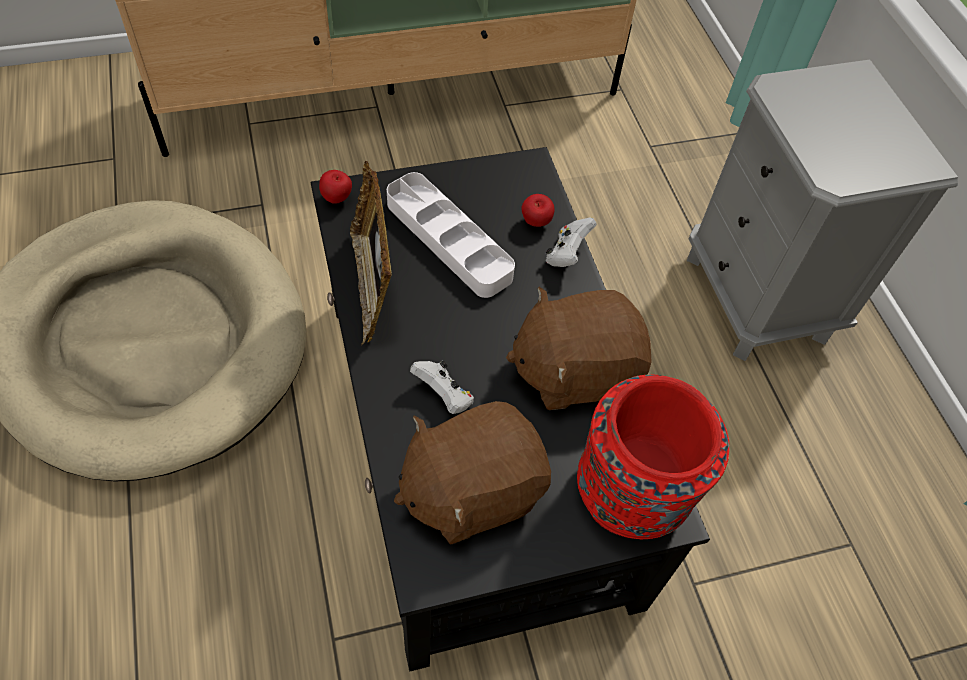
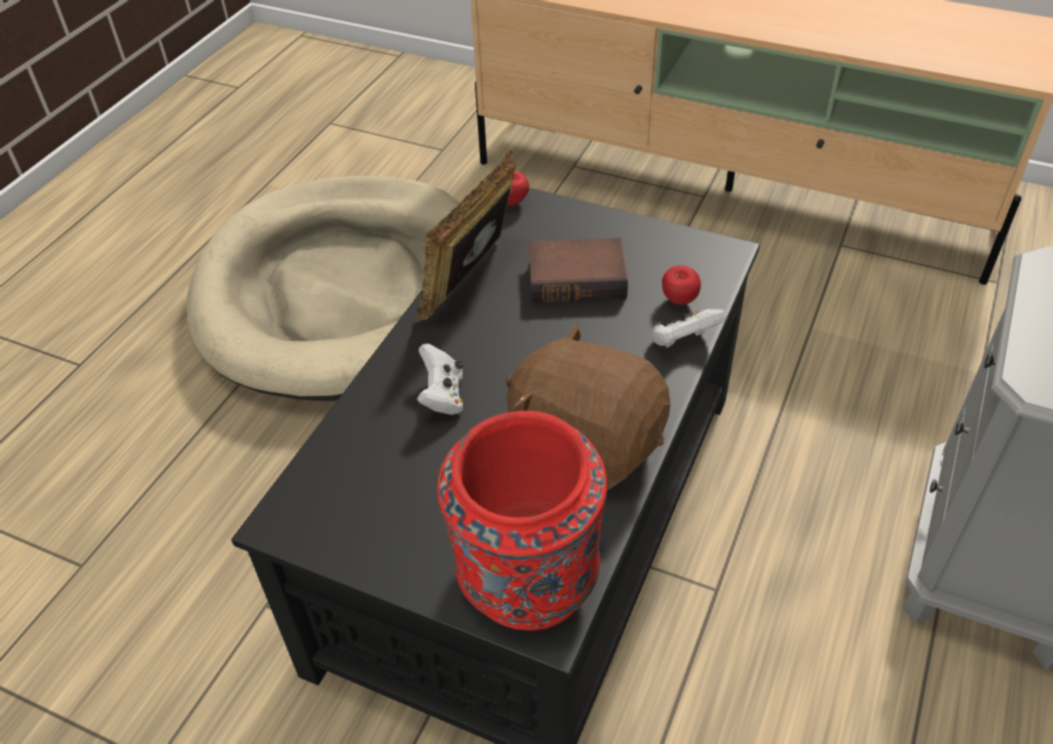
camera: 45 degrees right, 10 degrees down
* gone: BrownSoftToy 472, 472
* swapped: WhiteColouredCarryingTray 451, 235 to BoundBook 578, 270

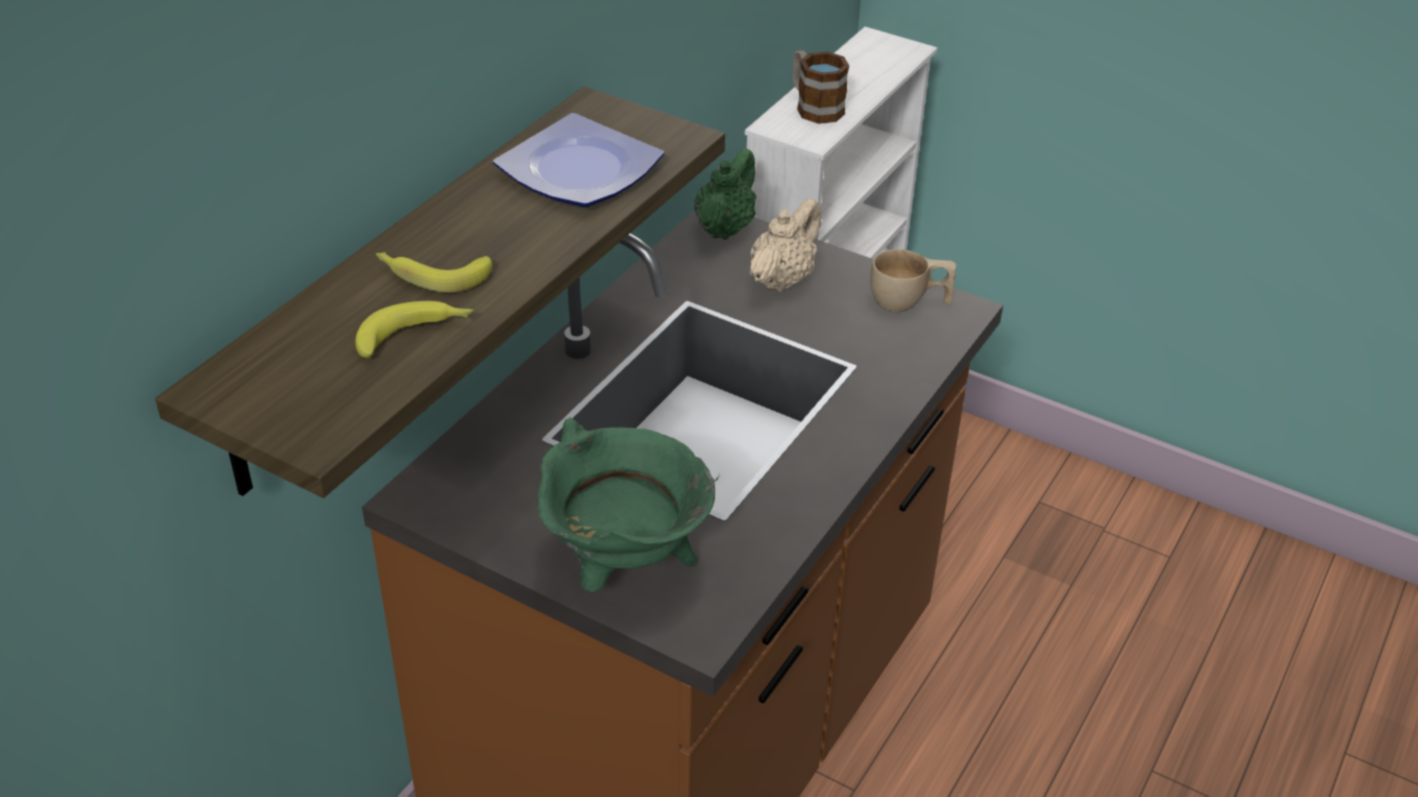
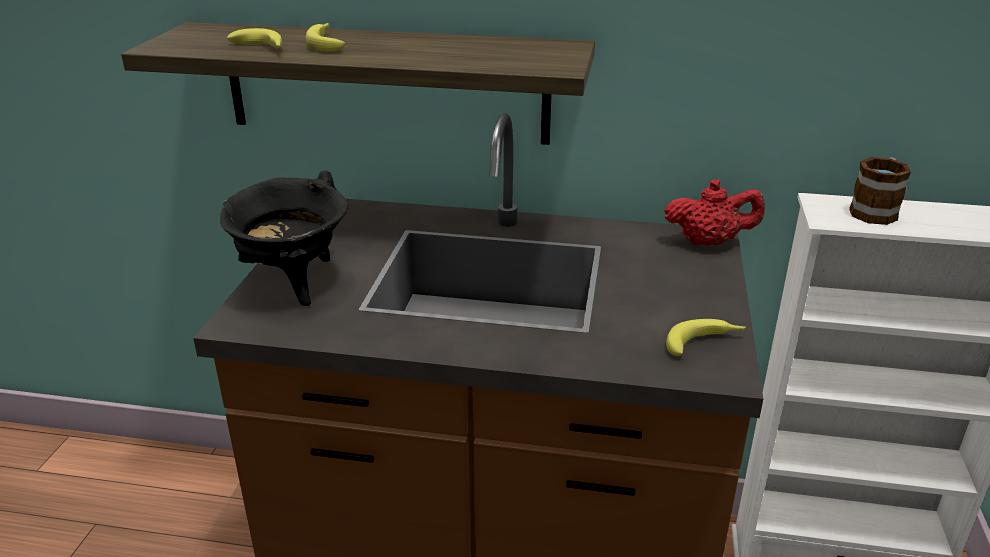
camera: 70 degrees right, 10 degrees down
* gone: Plate 578, 160
* gone: SandColouredPotForTea 785, 245
* swapped: SandColouredCup 913, 280 to WholeBanana 706, 337
* repainted: GreenColouredStockpot 626, 505 to BlackishStockpot 284, 238
* repainted: GreenColouredPotForTea 725, 194 to RedPotForTea 714, 212

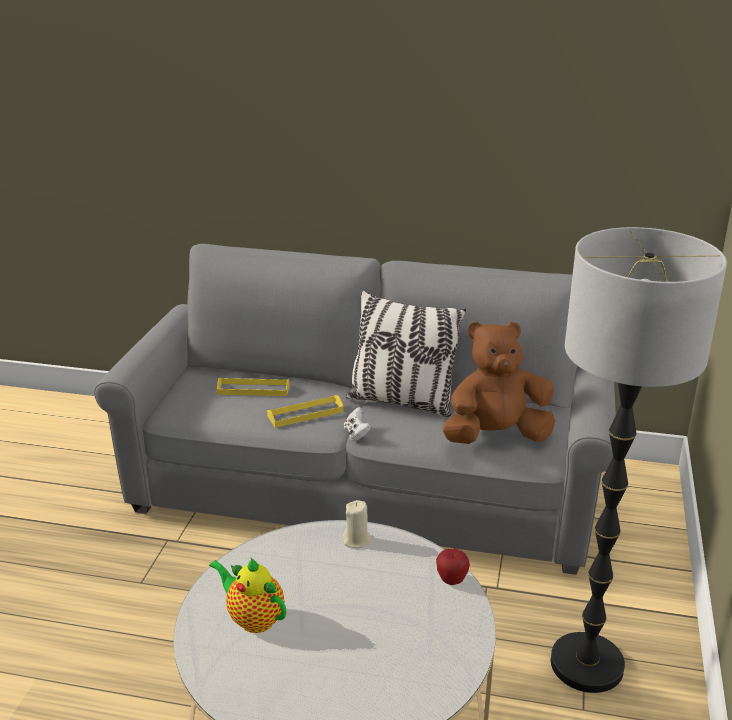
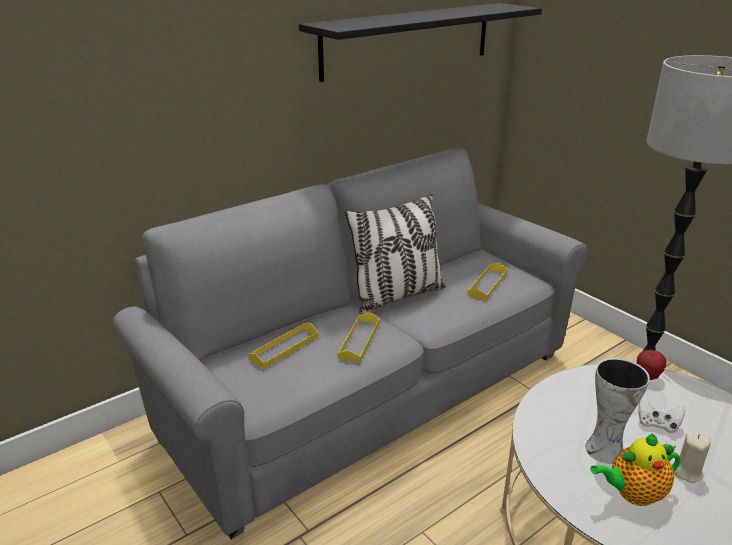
camera: 50 degrees left, 0 degrees up
* new: BlackishBracketShelf 420, 42
* new: DecorativeVase 617, 411
* shifted: SandColouredWaxLight 357, 524 to 692, 456
* shifted: WhiteColouredGameController 358, 424 to 661, 415
* swapped: BrownSoftToy 498, 382 to YellowColouredCarryingTray 487, 282

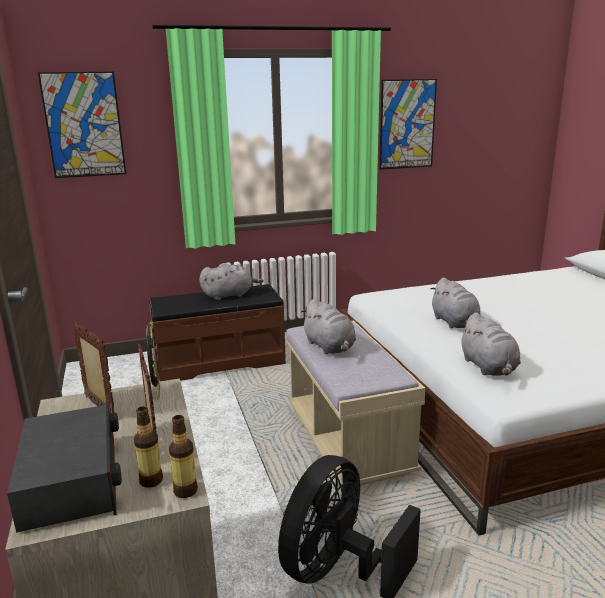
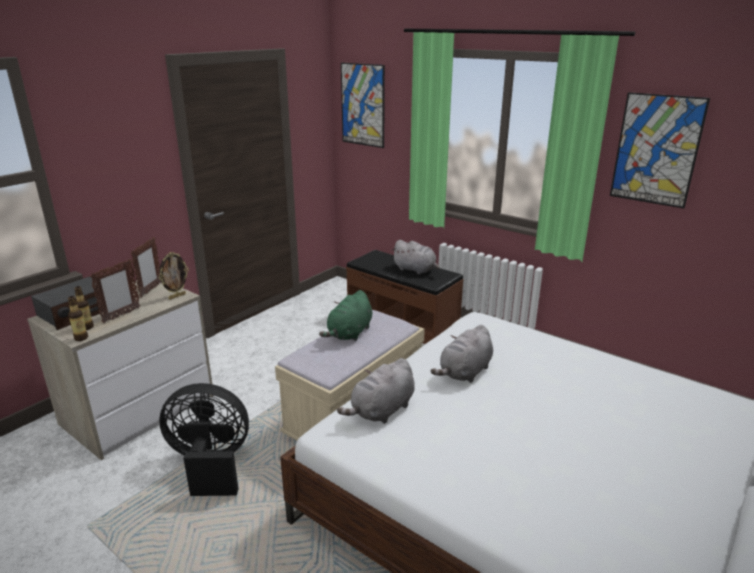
camera: 55 degrees right, 5 degrees up
* repainted: GreySoftToy 328, 326 to GreenColouredSoftToy 345, 315

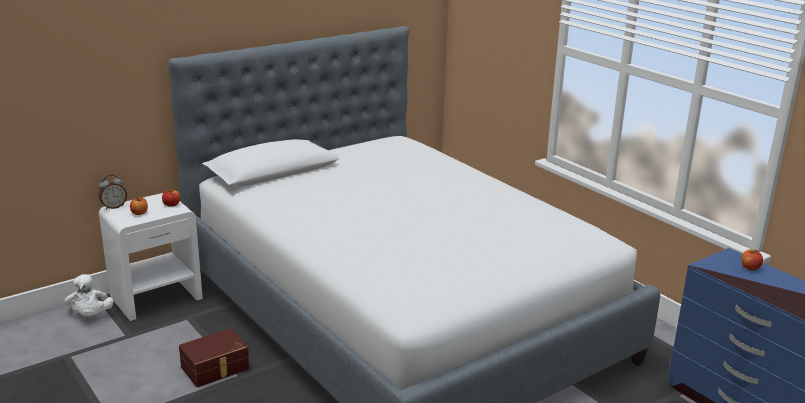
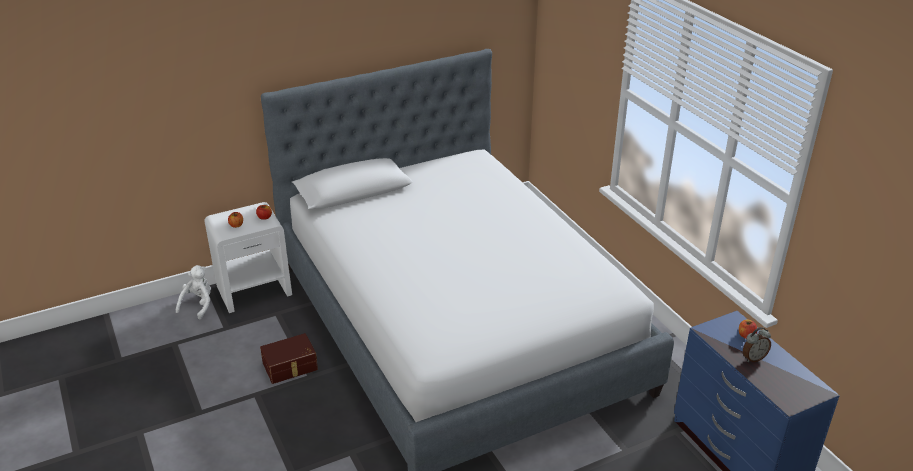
camera: 10 degrees right, 10 degrees up
* shifted: AlarmClock 113, 192 to 757, 344
* rotated: WhiteColouredSoftToy 89, 295 = 193, 292 150 degrees counterclockwise

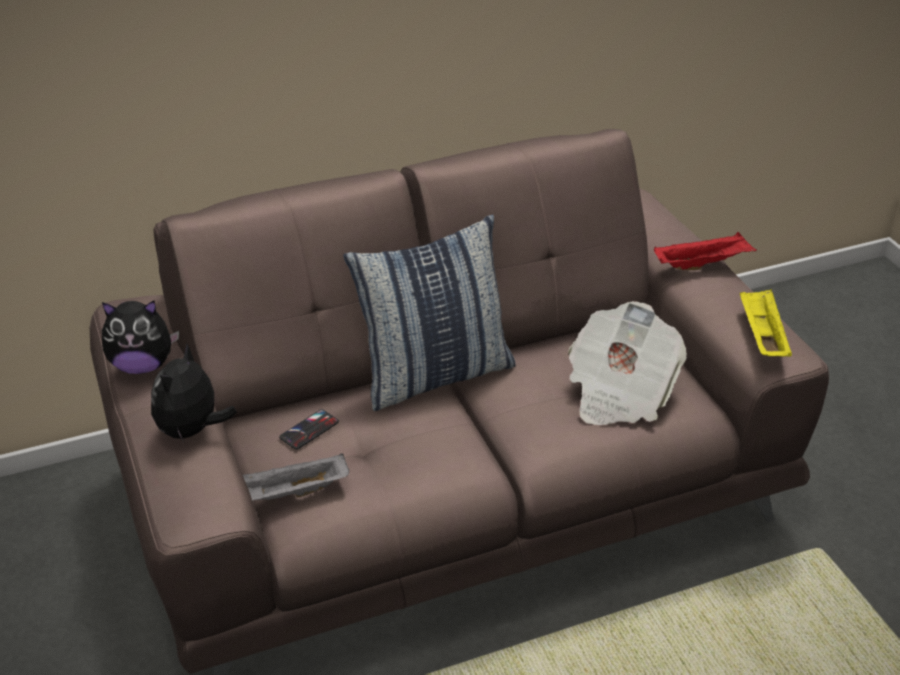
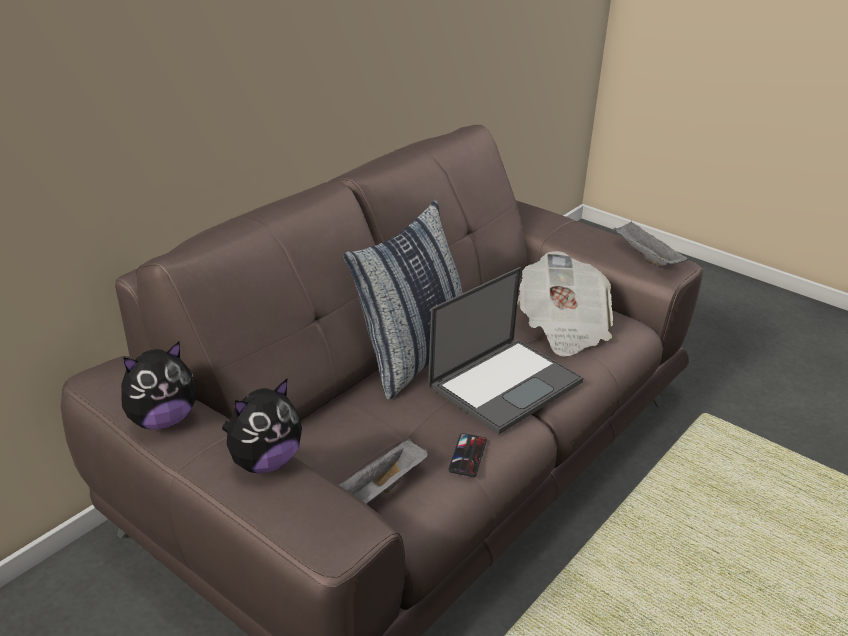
camera: 30 degrees left, 5 degrees down
* gone: RedCarryingTray 705, 251
* new: Laptop 506, 350
* shifted: Phone 309, 429 to 467, 455
* repainted: YellowColouredCarryingTray 766, 323 to GreyCarryingTray 651, 243
* rotated: SoftToy 194, 393 = 262, 426 120 degrees counterclockwise

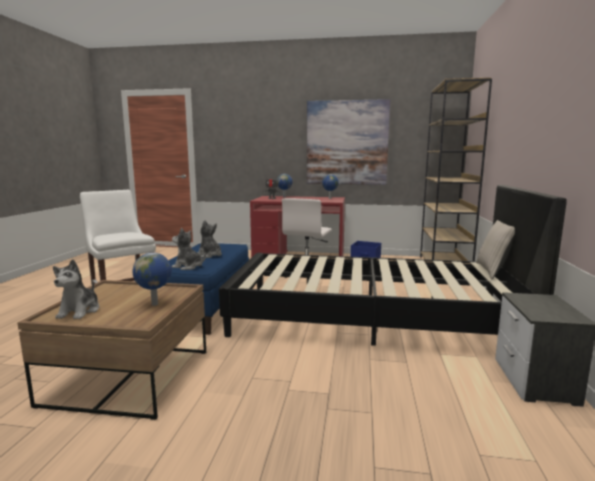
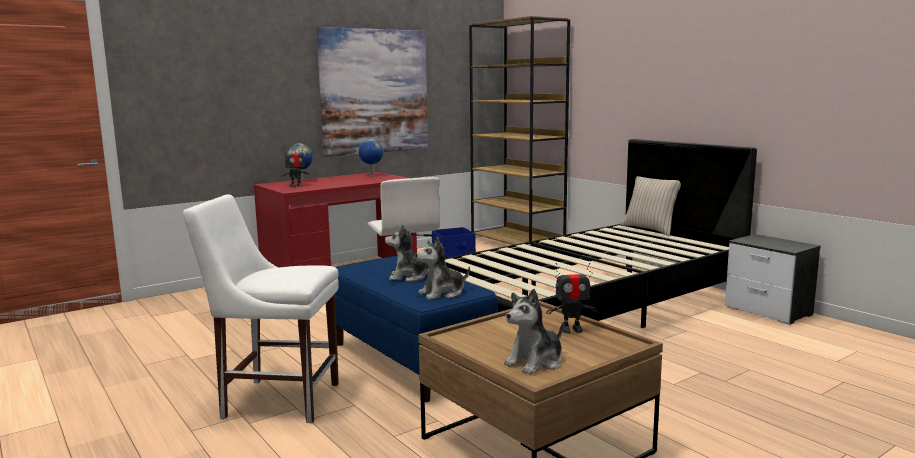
camera: 45 degrees left, 0 degrees up
* swapped: DeskGlobe 152, 279 to ToyRobot 571, 298
* rotated: SoftToy 76, 289 = 533, 332 90 degrees clockwise

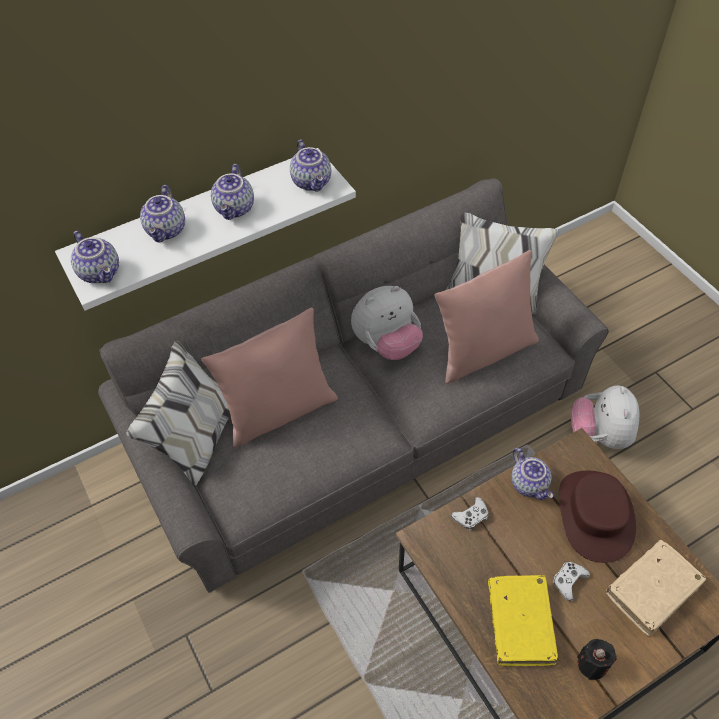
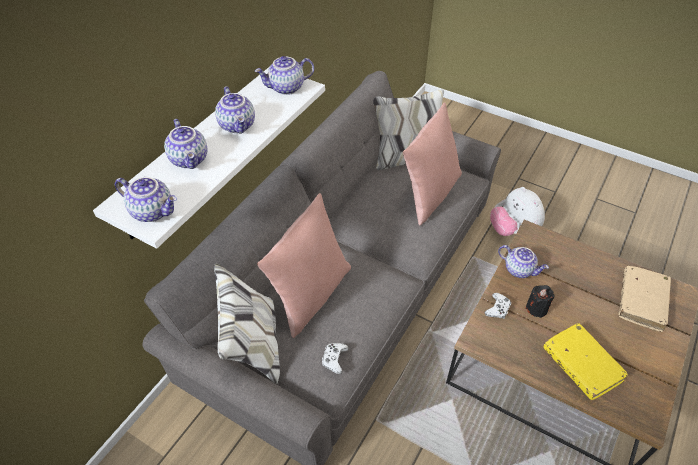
camera: 30 degrees left, 5 degrees down
* gone: SoftToy 387, 323
* gone: BrownClothingHat 597, 517
* shifted: WhiteColouredGameController 571, 581 to 335, 358
* shifted: BlackishWaxLight 597, 659 to 539, 301
* rotated: PotForTea 310, 165 = 284, 75 120 degrees clockwise

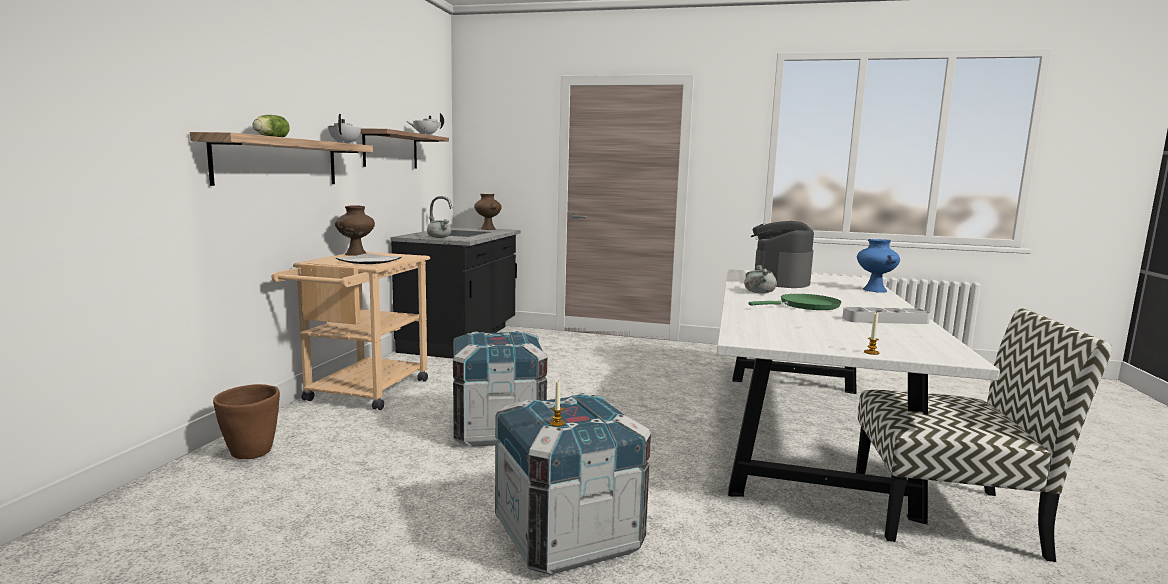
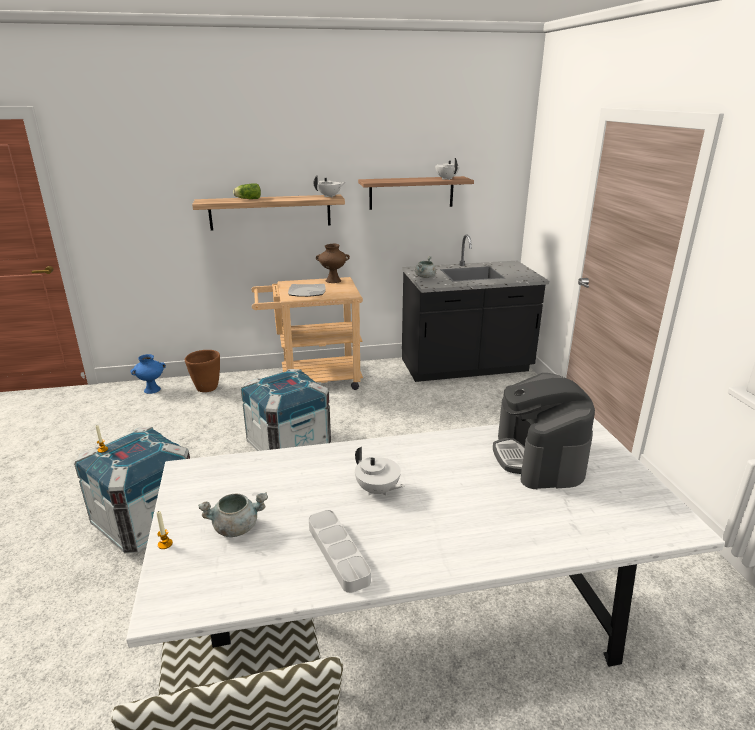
camera: 65 degrees right, 15 degrees up
* gone: BrownDecorativeVase 488, 212
* shifted: GreyStockpot 760, 279 to 233, 514
* shifted: BluishDecorativeVase 878, 266 to 148, 374
* swapped: GreenColouredPan 794, 302 to WhiteColouredPotForTea 379, 471
* rotated: CoffeeMachine 780, 254 = 544, 431 90 degrees counterclockwise

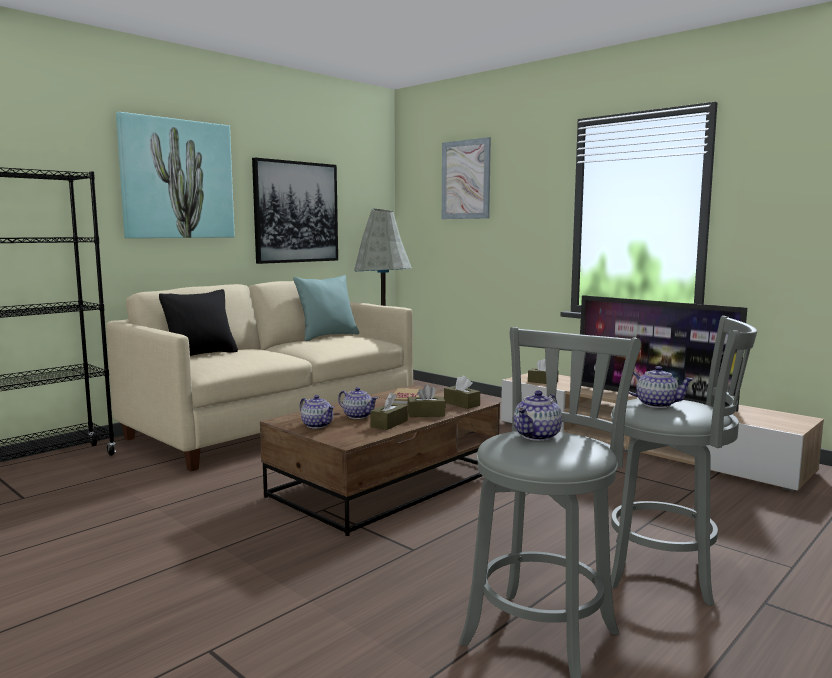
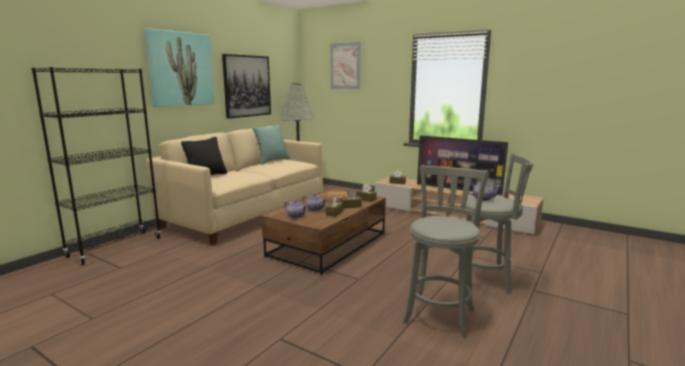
camera: 10 degrees left, 5 degrees up
* gone: PotForTea 538, 416

